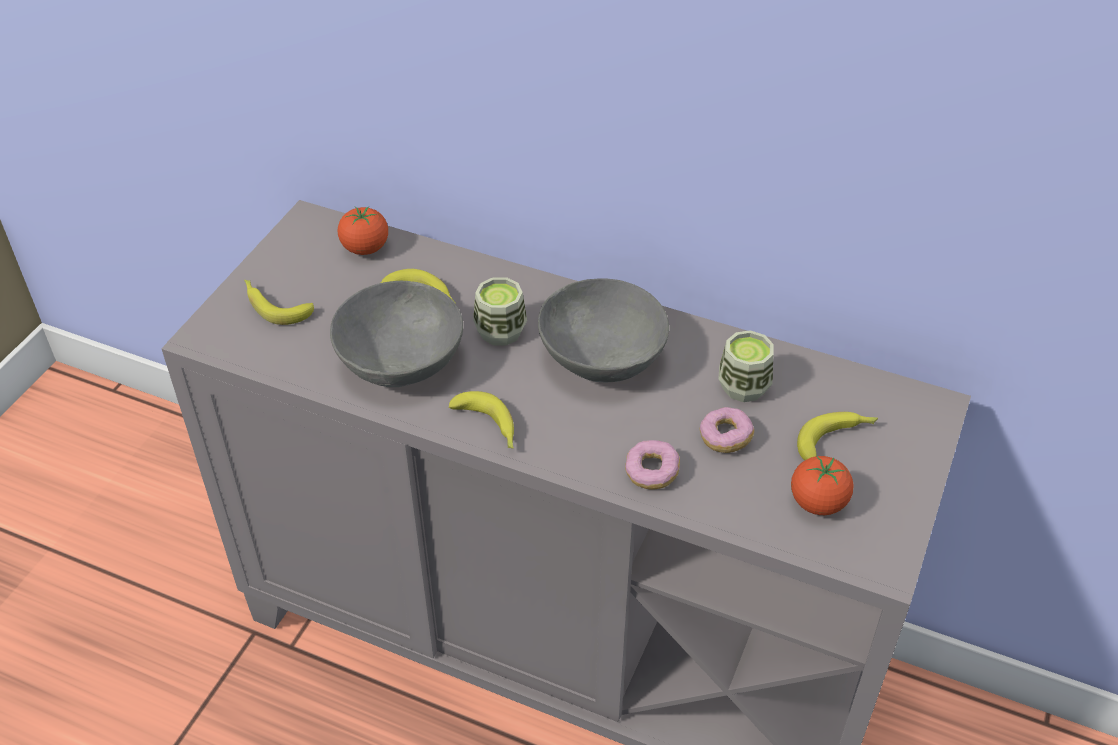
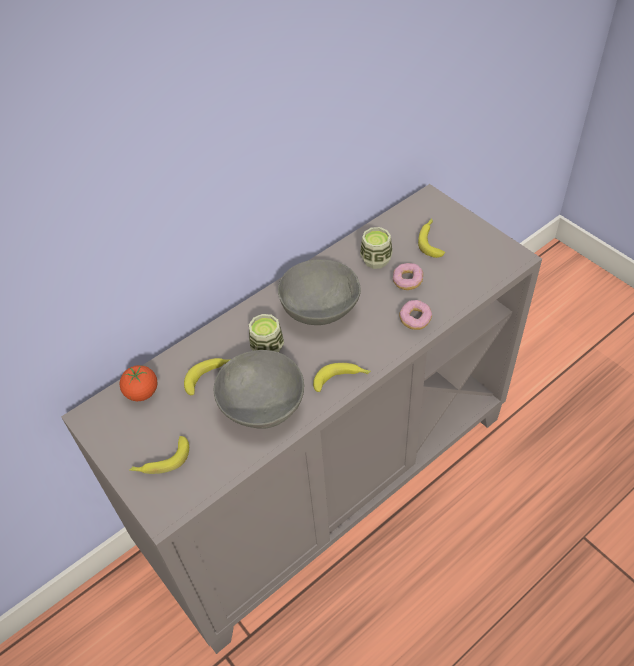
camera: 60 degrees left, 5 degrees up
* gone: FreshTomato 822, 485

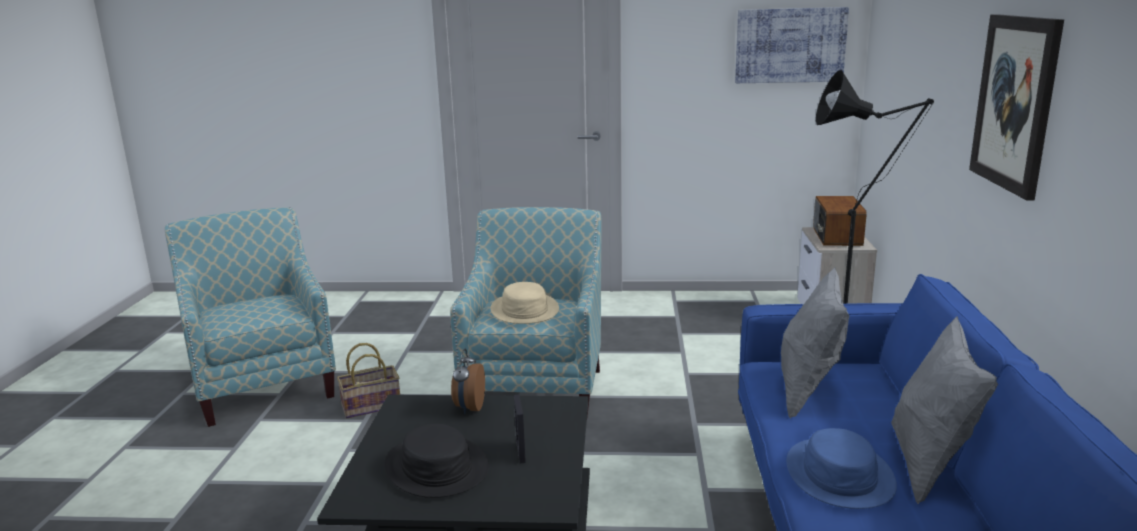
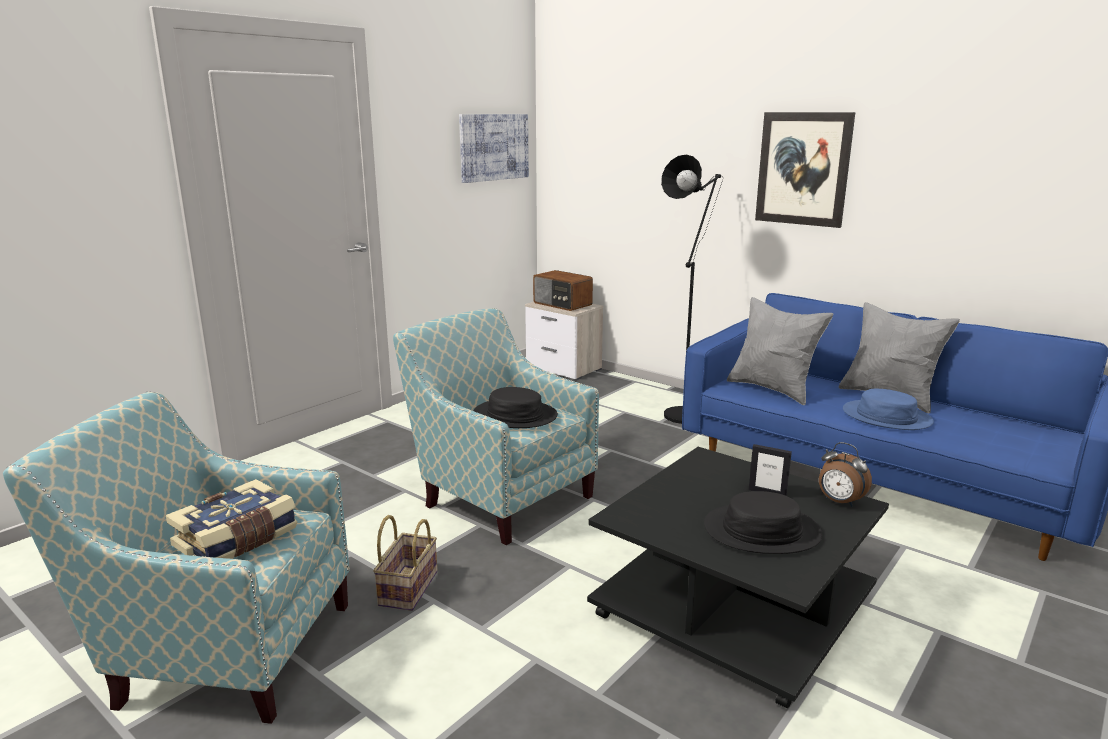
camera: 55 degrees left, 0 degrees up
* new: BoundBook 232, 519
* shifted: AlarmClock 468, 381 to 845, 474
* repainted: SandColouredClothingHat 524, 303 to BlackishClothingHat 516, 407

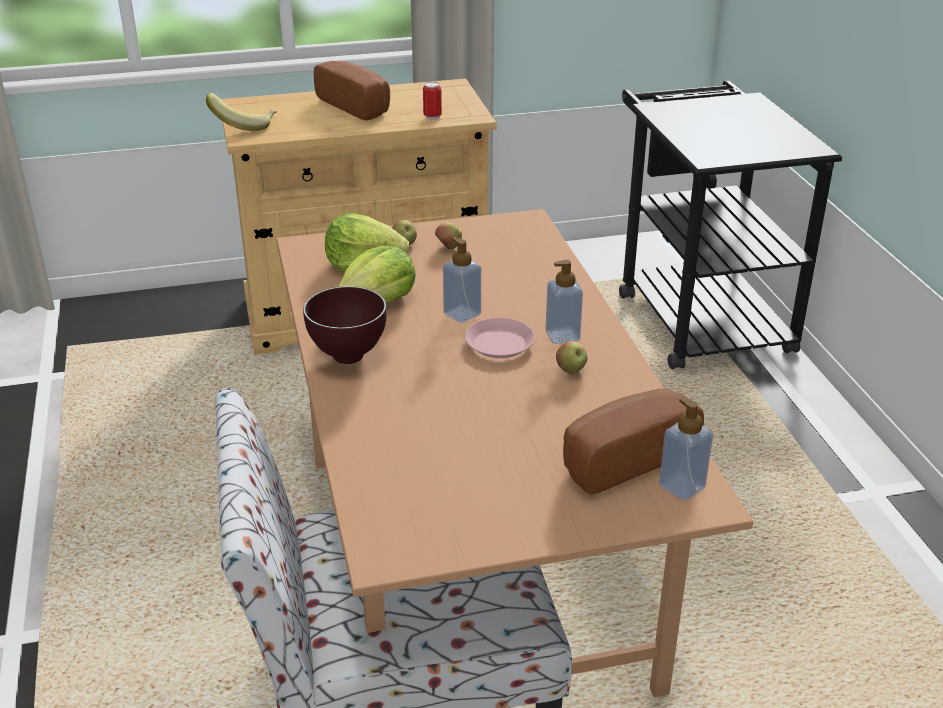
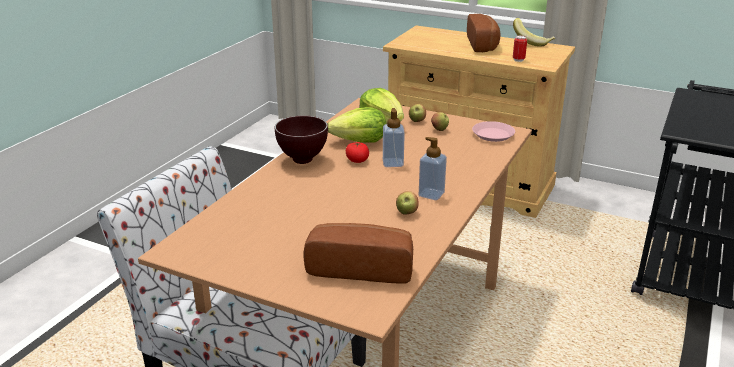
camera: 40 degrees right, 5 degrees down
* gone: LiquidSoapBottle 686, 449
* new: FreshTomato 357, 152
* shifted: WholeBanana 241, 112 to 534, 32
* shifted: PinkishPlate 500, 338 to 493, 131

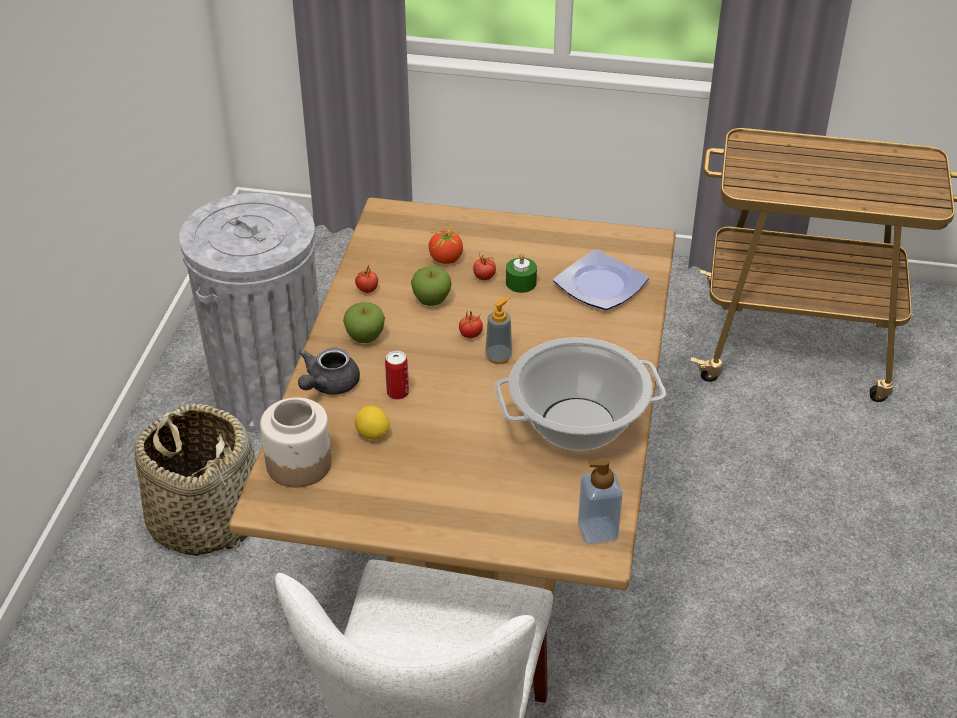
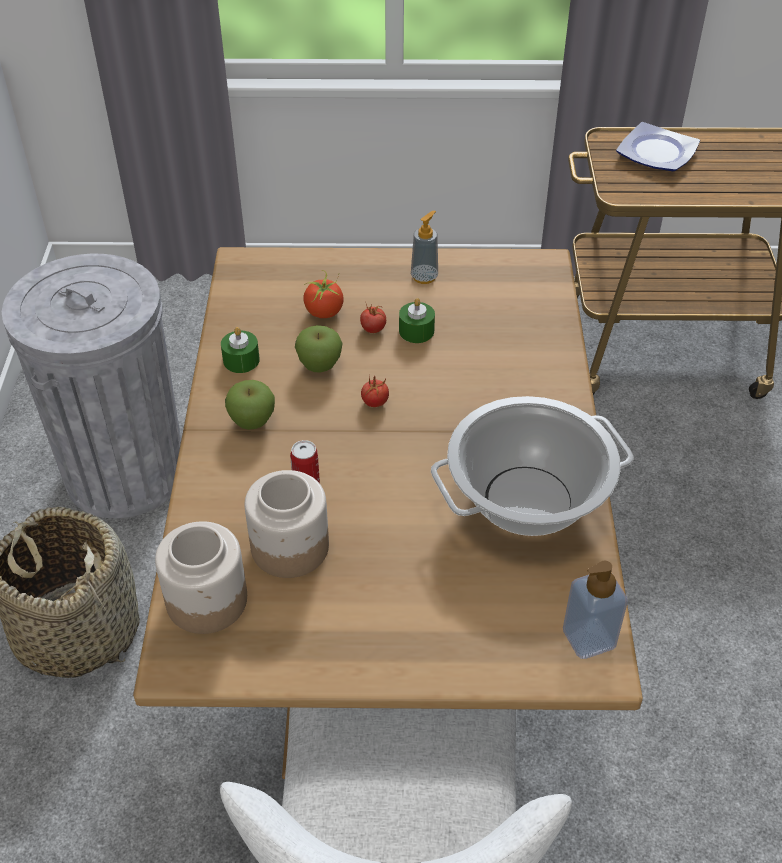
camera: 10 degrees left, 5 degrees up
* gone: GreyPotForTea 329, 371
* shifted: LiquidSoapBottle 498, 330 to 424, 247
* shifted: Plate 601, 279 to 658, 146
* swapped: FreshTomato 366, 279 to GreenColouredWaxLight 240, 350
* swapped: CitrusFruit 372, 423 to Jar 287, 524

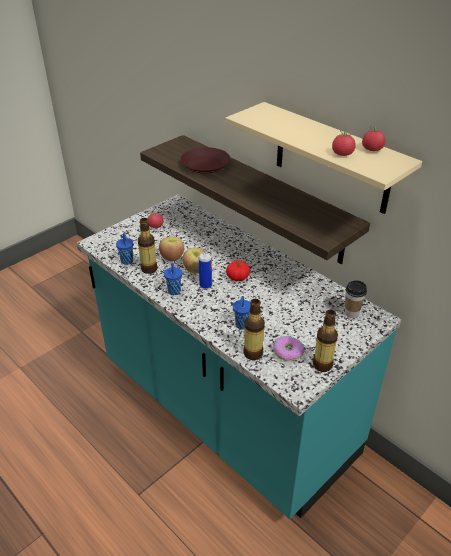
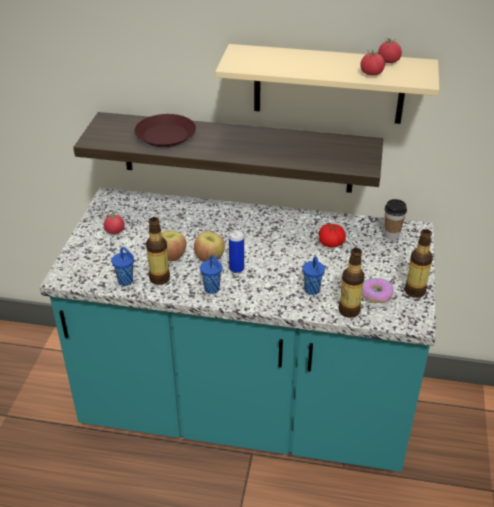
camera: 35 degrees left, 0 degrees up
* shifted: FreshTomato 238, 270 to 332, 236

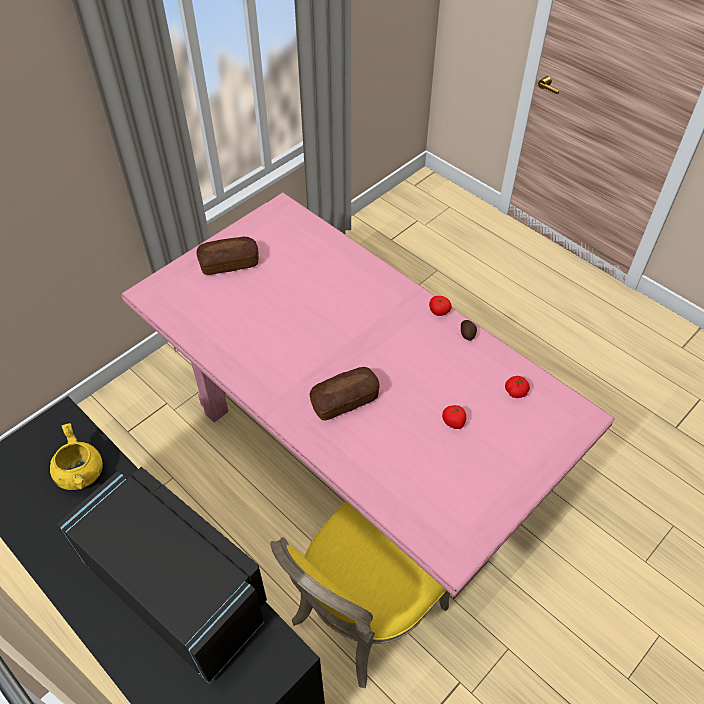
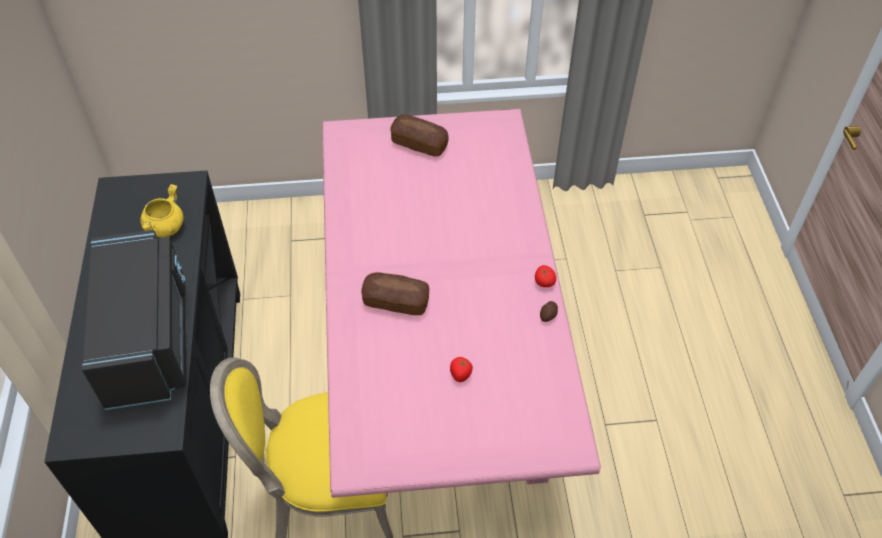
camera: 40 degrees right, 0 degrees up
* gone: FreshTomato 517, 387

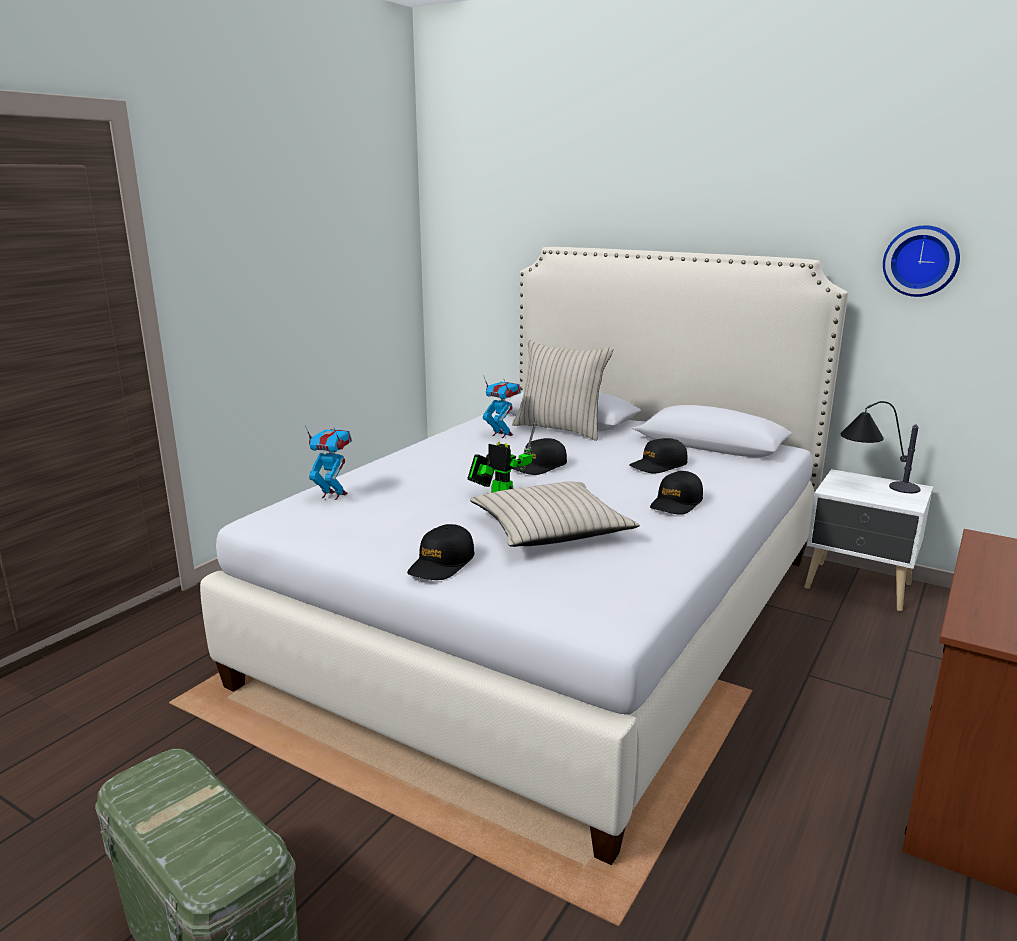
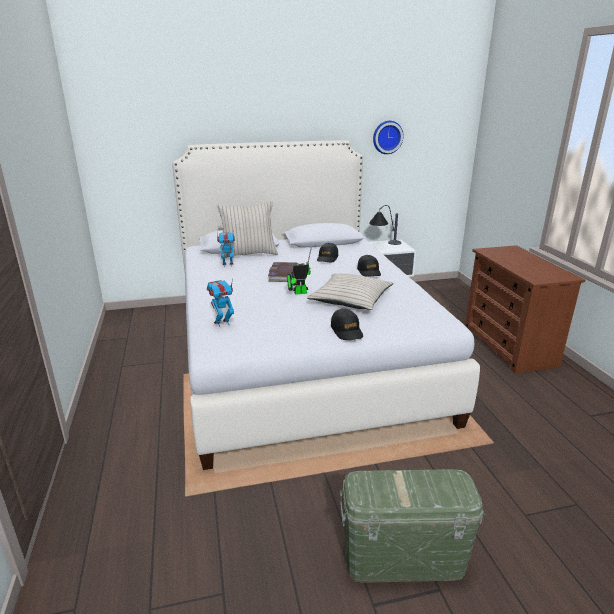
camera: 45 degrees left, 5 degrees up
* swapped: BlackishCap 539, 456 to BoundBook 282, 272

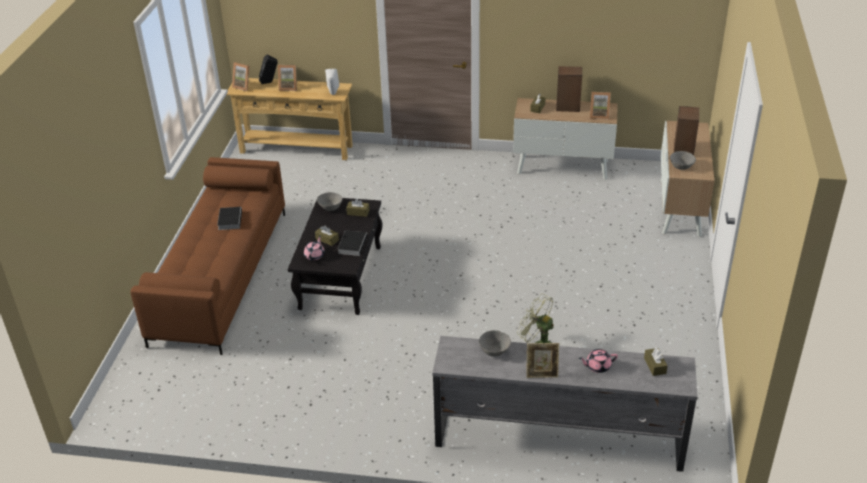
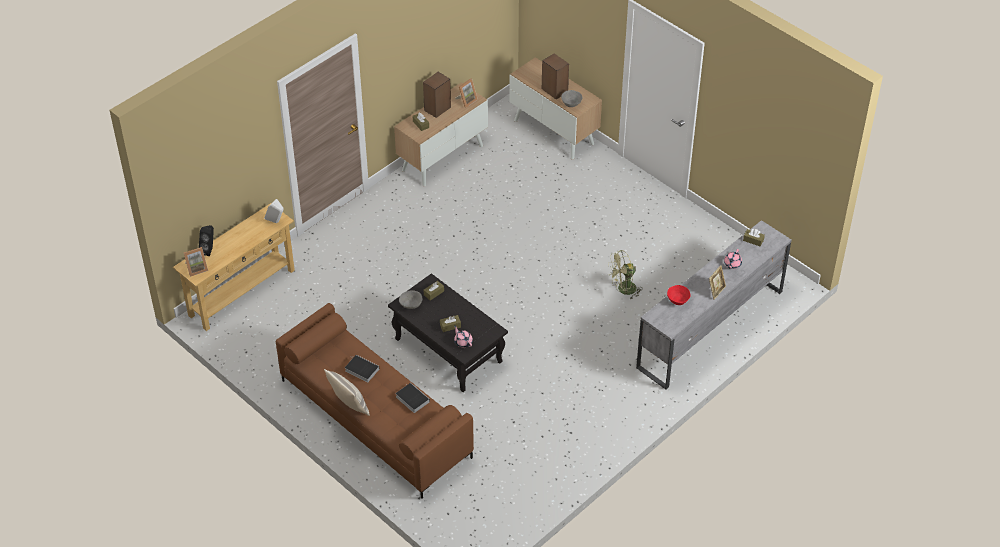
camera: 55 degrees left, 10 degrees up
* gone: PictureFrame 287, 78
* new: Pillow 346, 392
* shifted: BoundBook 352, 243 to 412, 398
* repainted: GreyServingBowl 495, 343 to RedServingBowl 679, 295

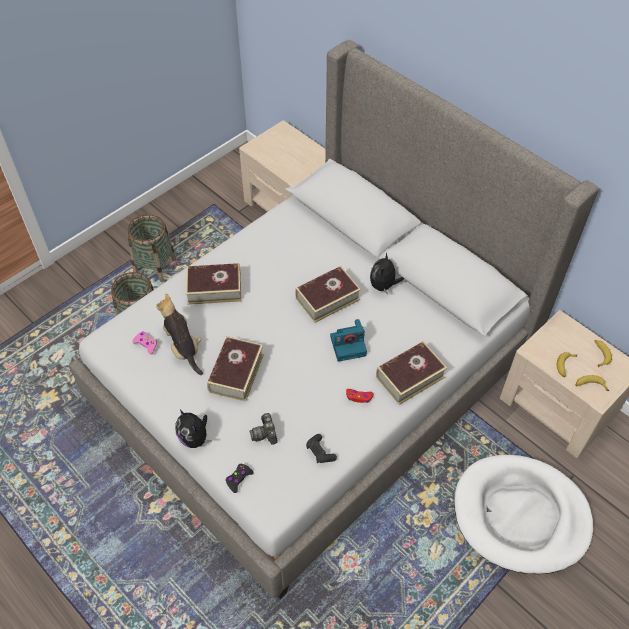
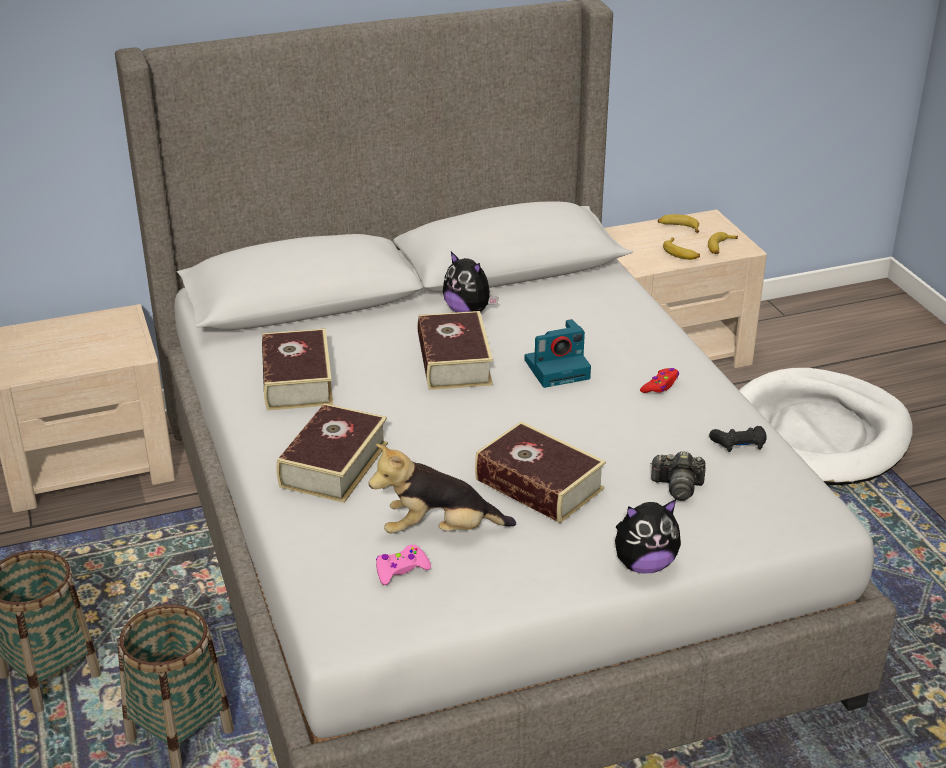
camera: 65 degrees left, 20 degrees down
* gone: BlackishGameController 240, 478
* shifted: BoundBook 411, 373 to 297, 370
* rotated: StillCamera 348, 340 = 558, 353 60 degrees clockwise

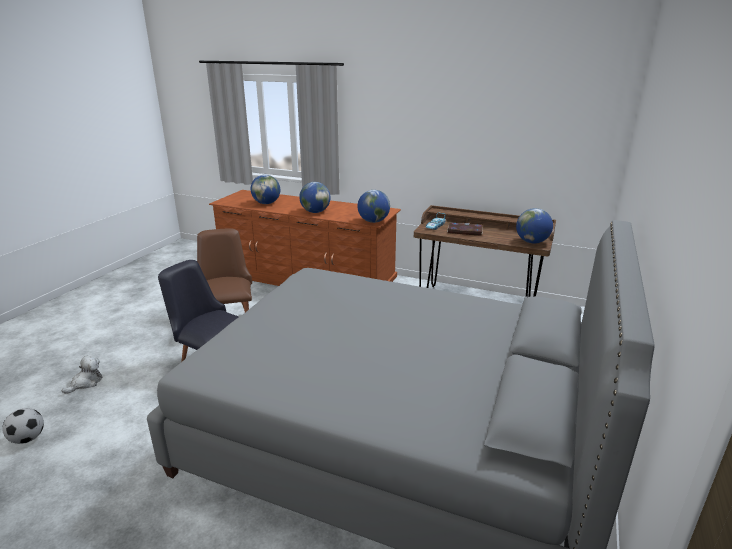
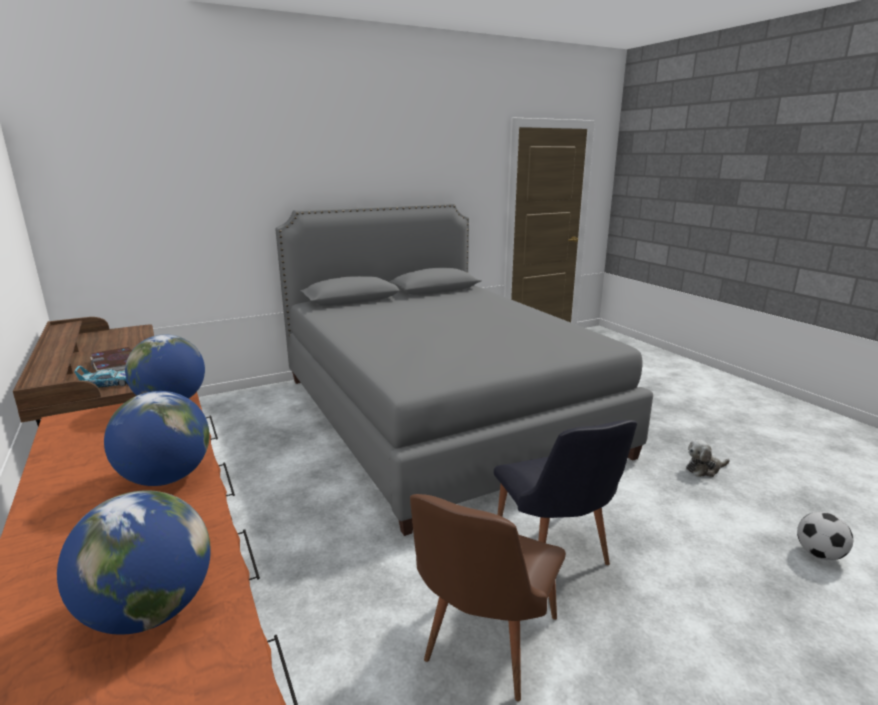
camera: 140 degrees left, 5 degrees down
* gone: DeskGlobe 534, 225
* shifted: SoftToy 82, 375 to 708, 458

